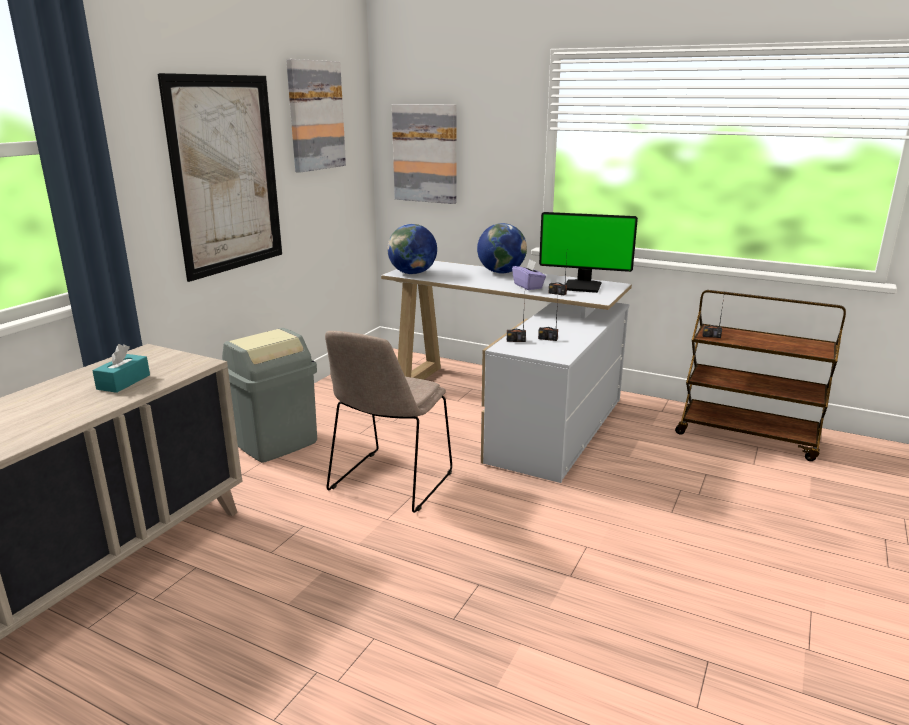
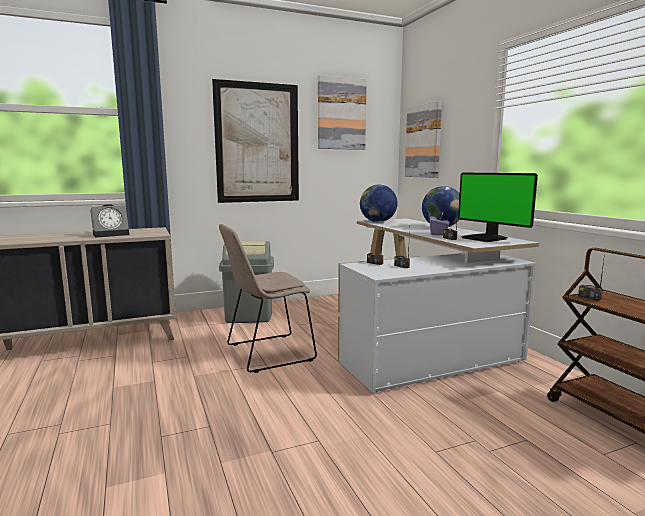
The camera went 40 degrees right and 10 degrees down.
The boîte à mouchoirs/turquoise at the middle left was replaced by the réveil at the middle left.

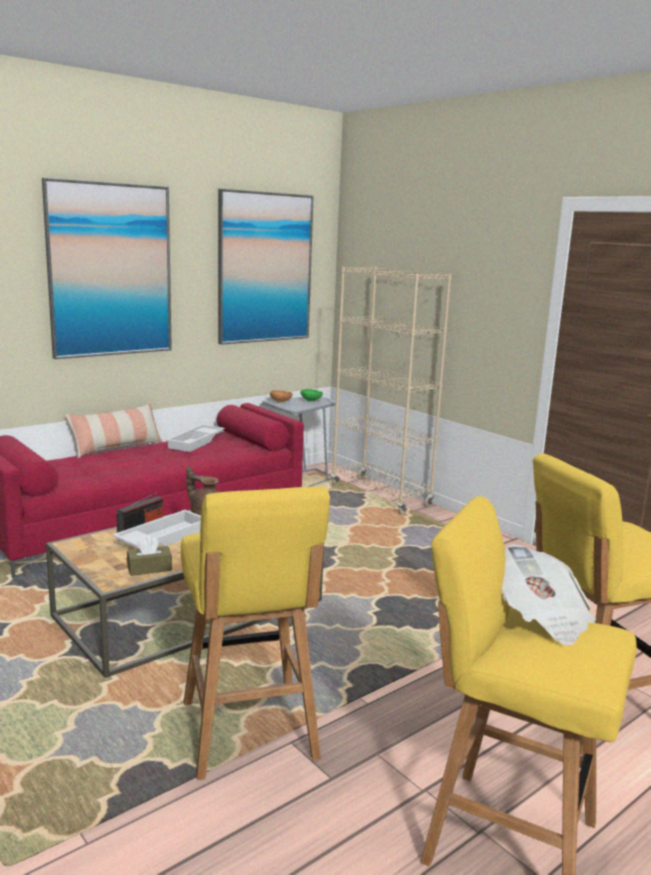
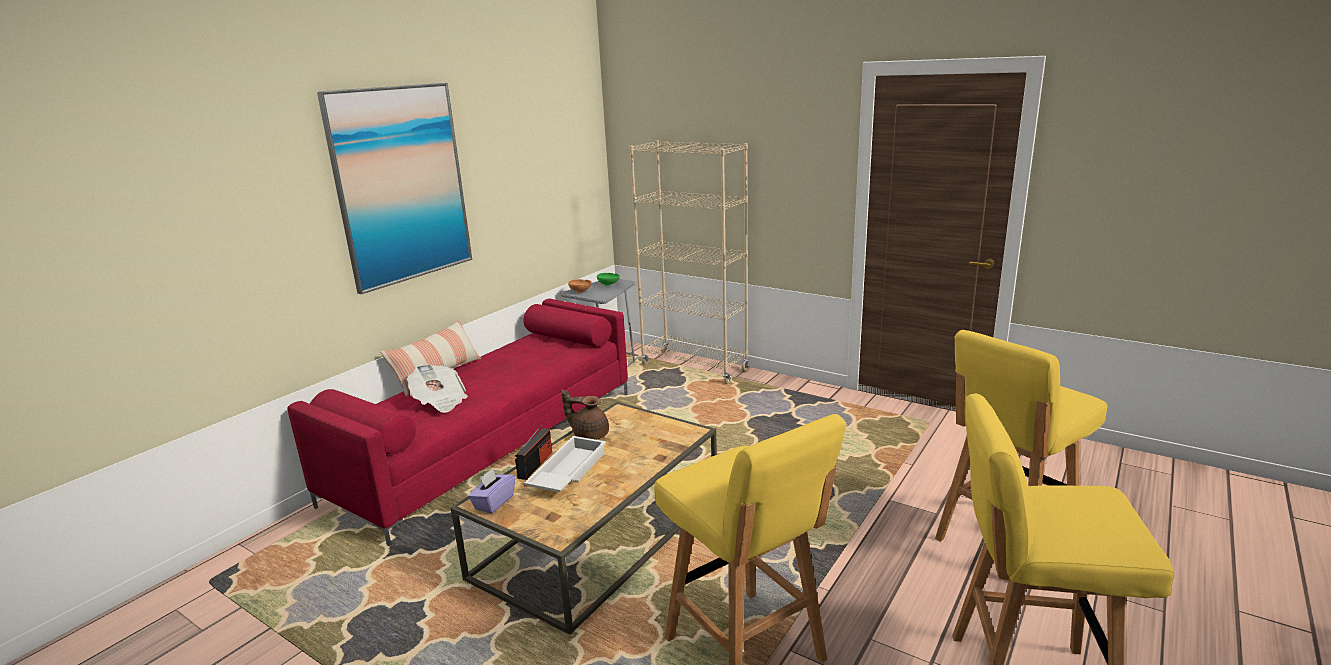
The camera went 15 degrees left and 5 degrees up.
The boîte à mouchoirs/marron at the middle left disappeared.
The plateau/blanc (no. 2 from left) at the middle left disappeared.
The tableau (no. 2 from left) at the top centre disappeared.
The boîte à mouchoirs/violet at the bottom centre appeared.
The journal moved from the bottom right to the middle left.

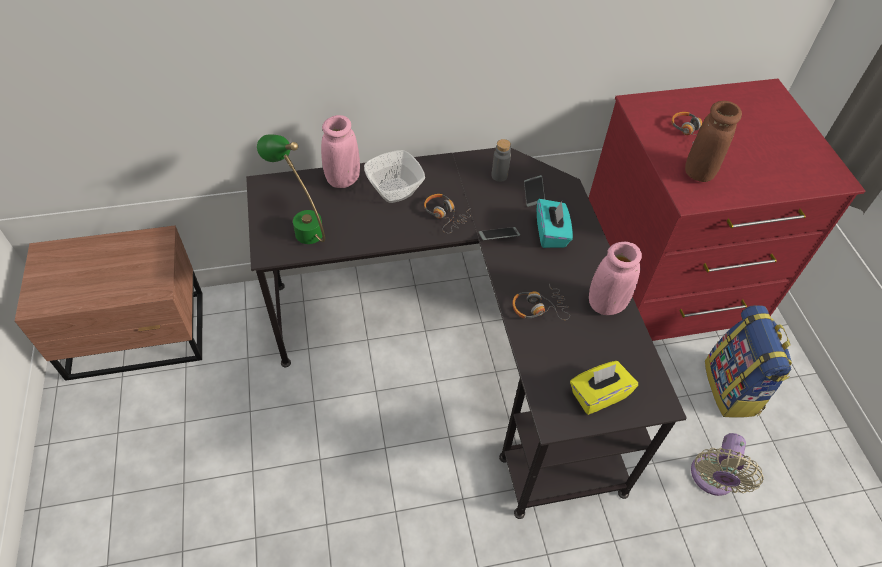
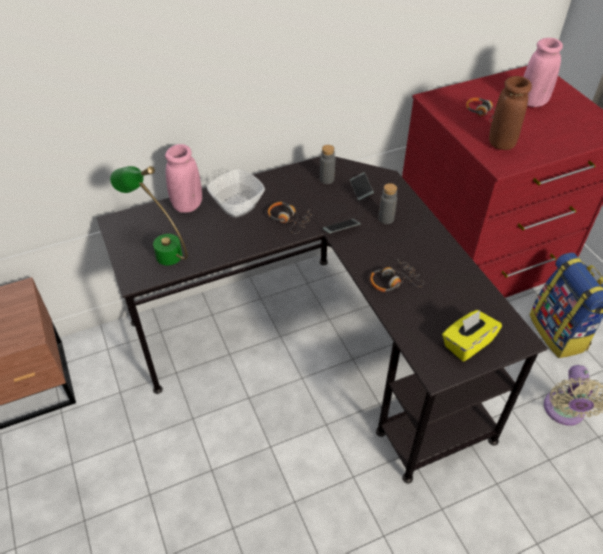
The camera went 10 degrees left and 5 degrees down.
The vase/rose (no. 2 from left) moved from the middle right to the top right.
The boîte à mouchoirs/turquoise at the centre was replaced by the bouteille/gris (no. 2 from left) at the centre.

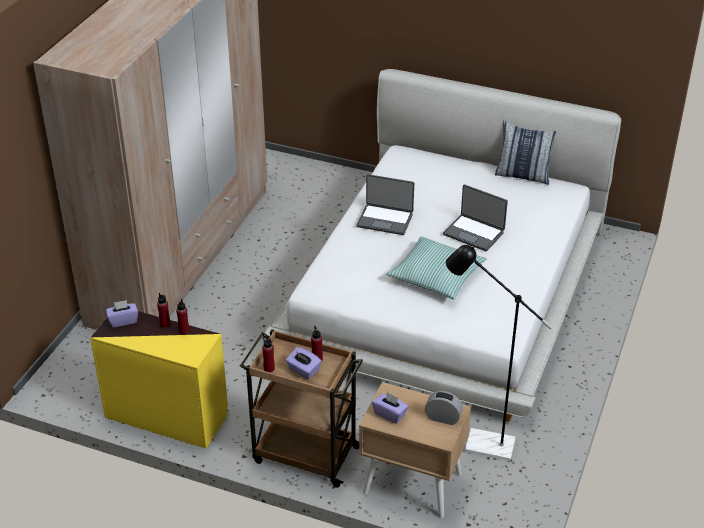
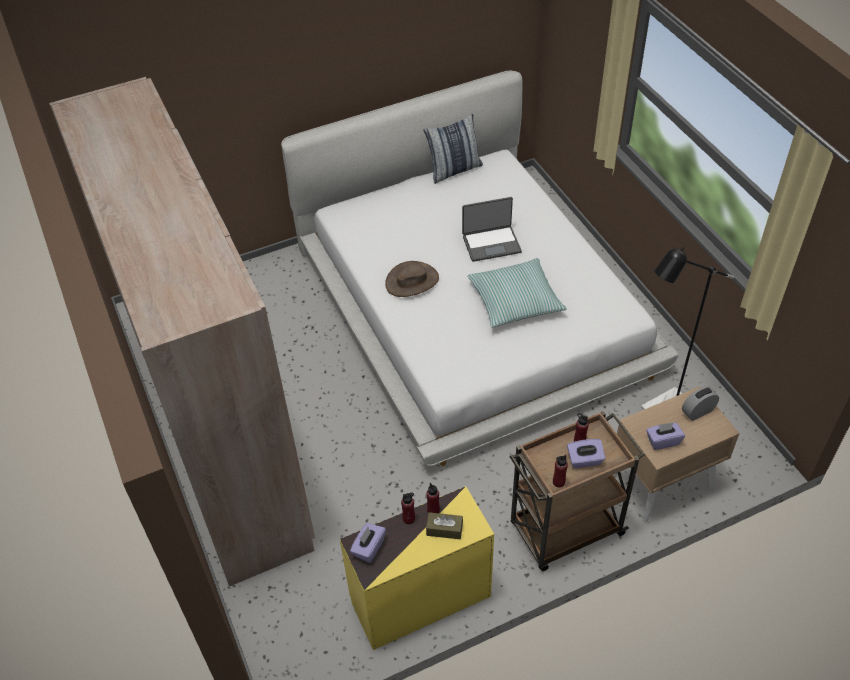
The camera went 45 degrees left and 10 degrees up.
The boîte à mouchoirs/marron at the bottom centre appeared.
The ordinateur portable (no. 1 from left) at the centre was replaced by the chapeau/marron at the centre.

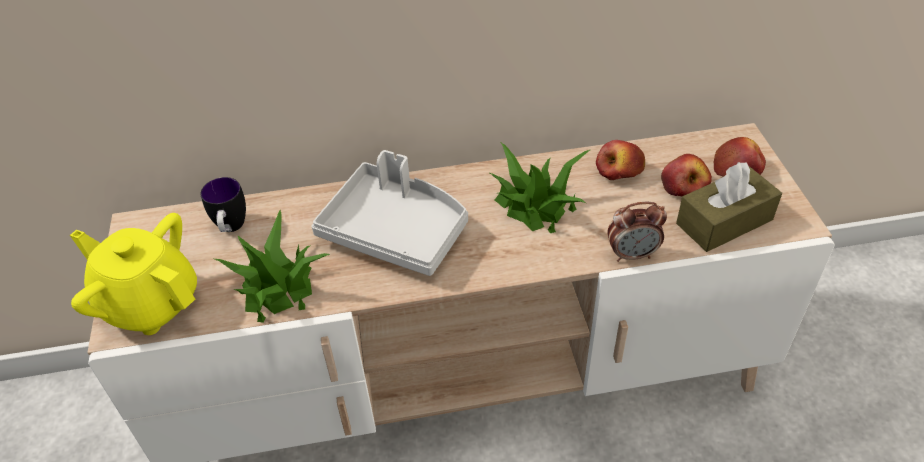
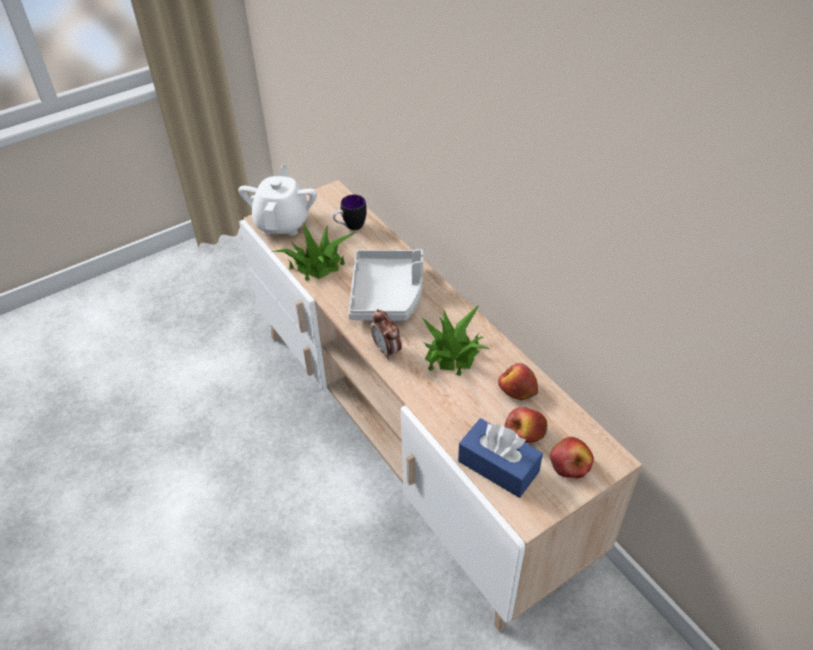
The camera went 65 degrees right and 0 degrees up.
The réveil moved from the middle right to the centre.
The théière/jaune at the middle left became the théière/blanc at the top centre.
The boîte à mouchoirs/marron at the middle right became the boîte à mouchoirs/bleu at the bottom centre.

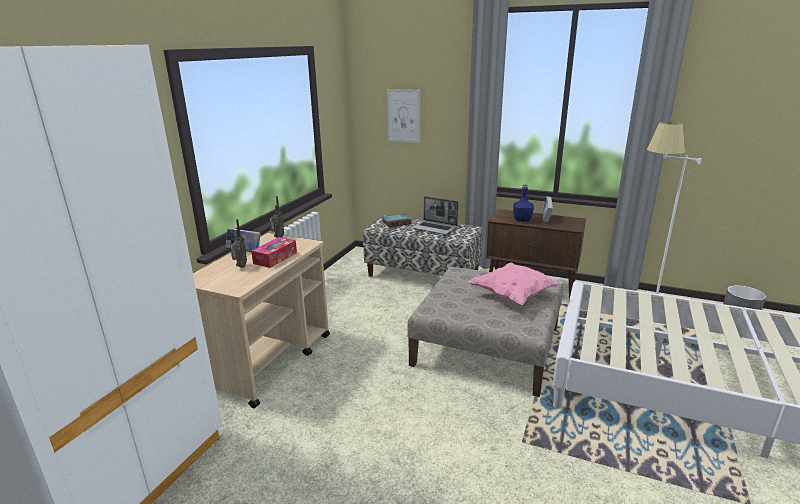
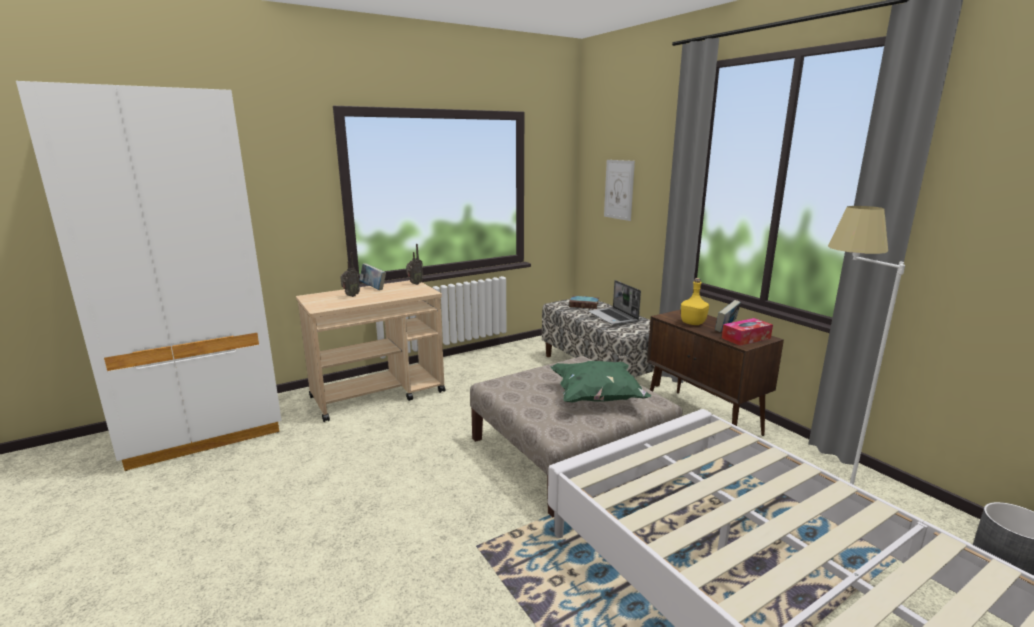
The camera went 35 degrees right and 5 degrees down.
The boîte à mouchoirs moved from the centre to the middle right.
The coussin/rose at the centre became the coussin/vert at the centre.
The bouteille/bleu at the centre became the bouteille/jaune at the middle right.

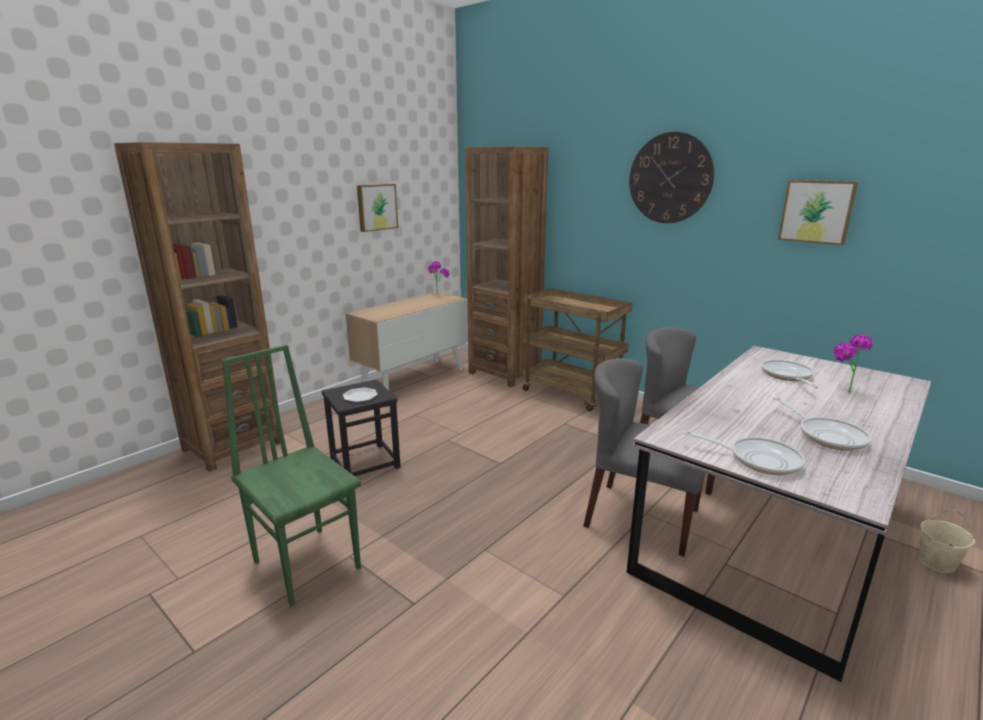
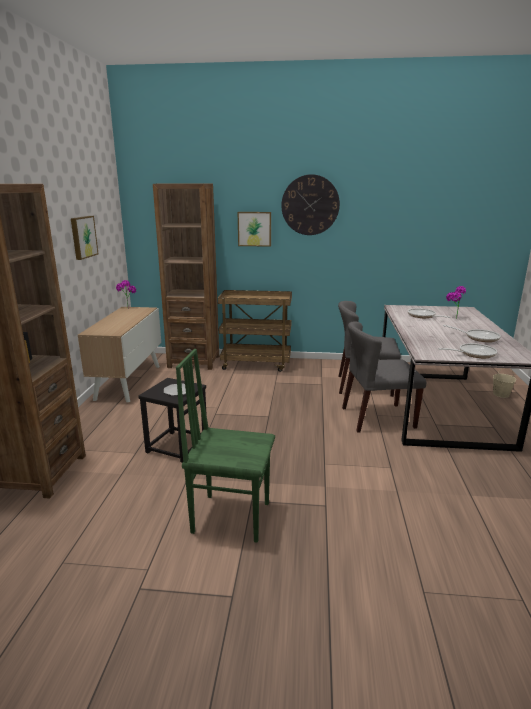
The camera went 35 degrees left and 0 degrees up.
The tableau (no. 2 from left) moved from the top right to the top centre.

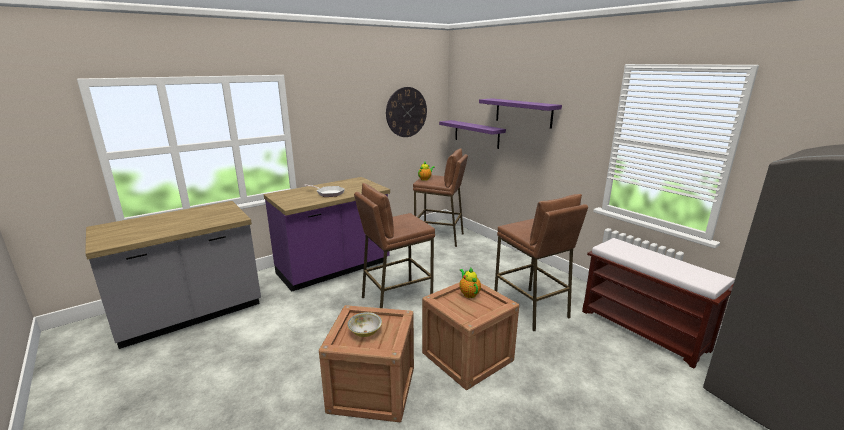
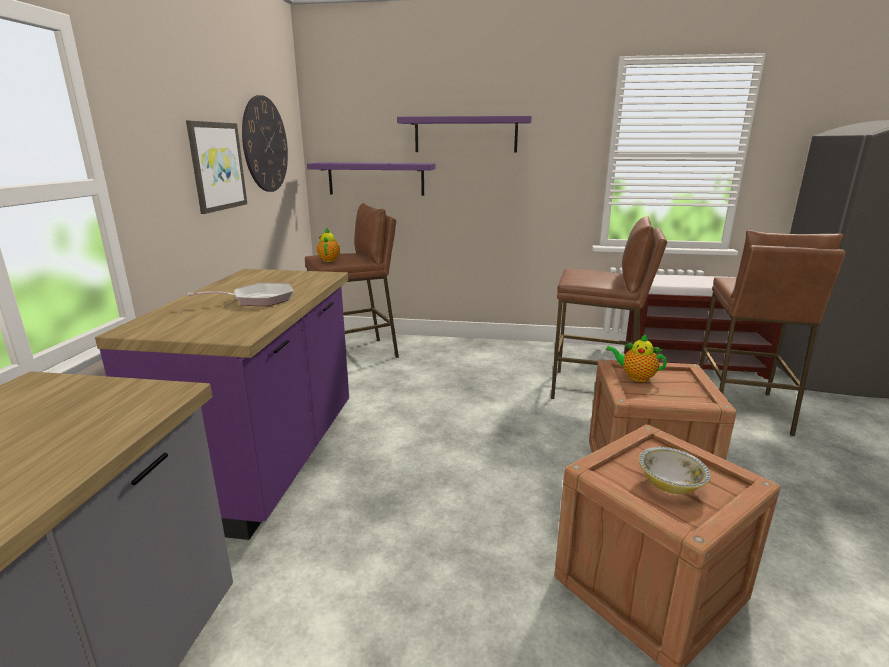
The camera went 45 degrees left and 0 degrees up.
The tableau at the top left appeared.
The tabouret/marron (no. 1 from left in the first image) moved from the centre to the middle right.

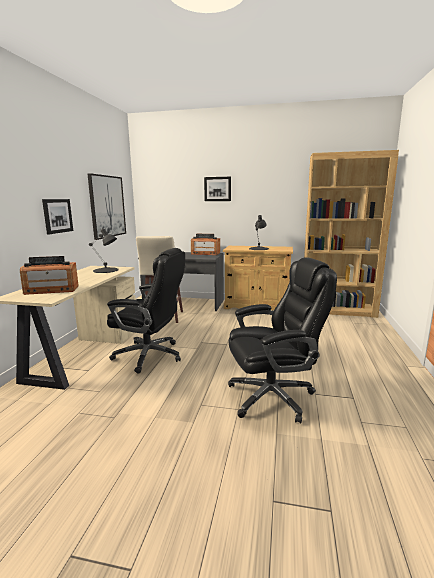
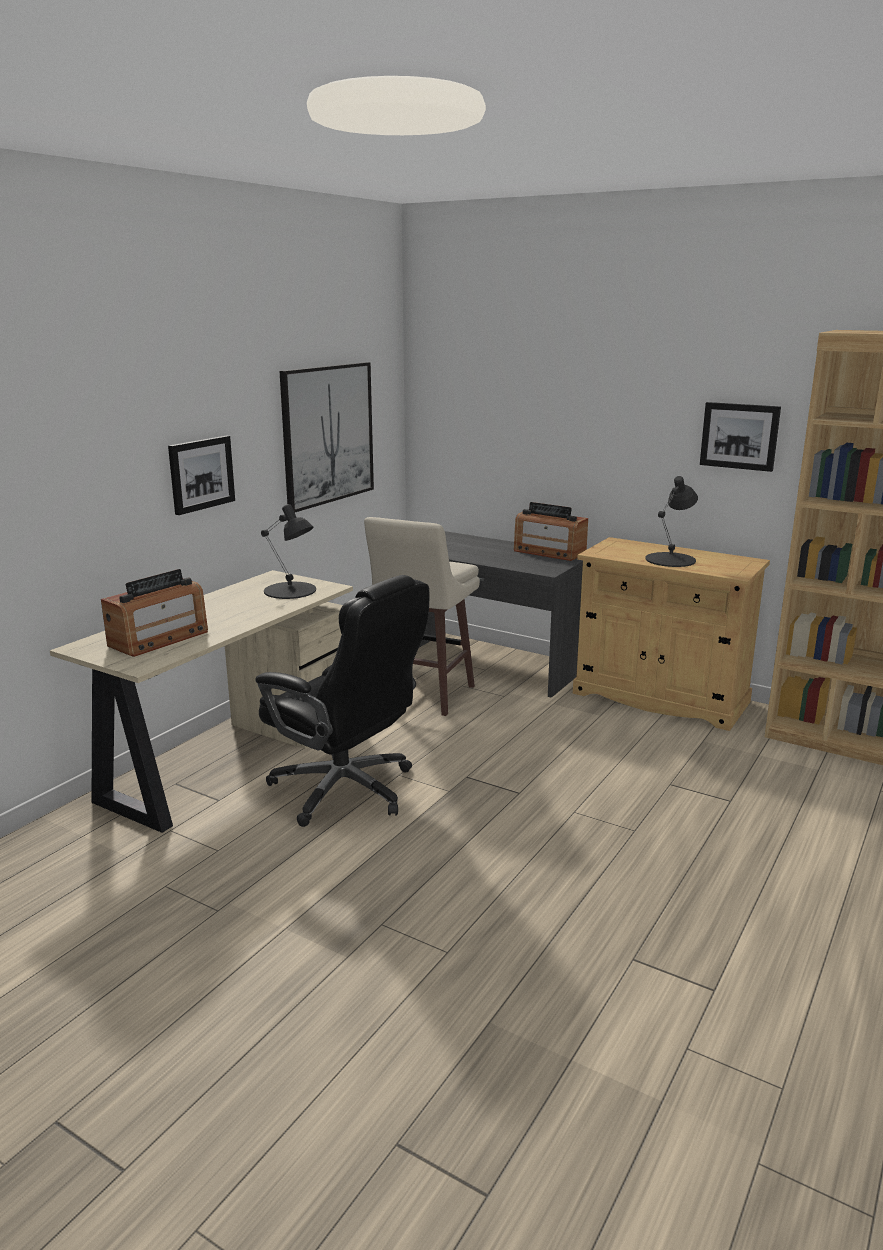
The camera went 20 degrees right and 5 degrees up.
The chaise de bureau/noir (no. 2 from left) at the centre disappeared.
The tableau (no. 3 from left) moved from the top centre to the middle right.
The radio (no. 1 from left) at the middle left turned 60 degrees counterclockwise.

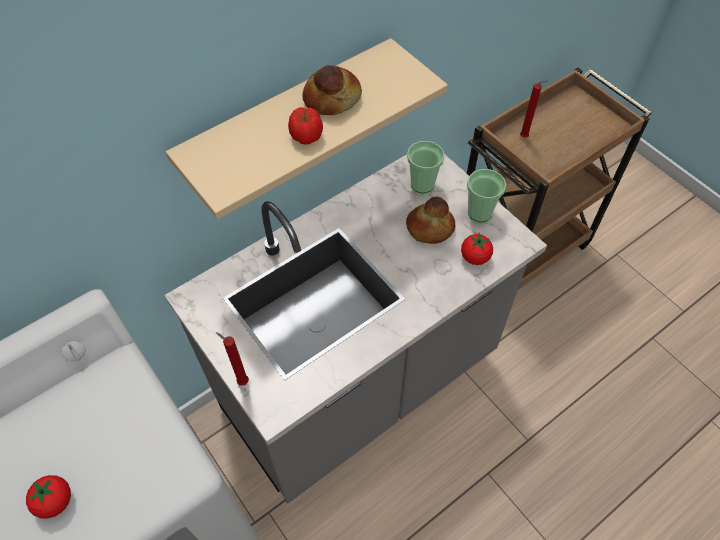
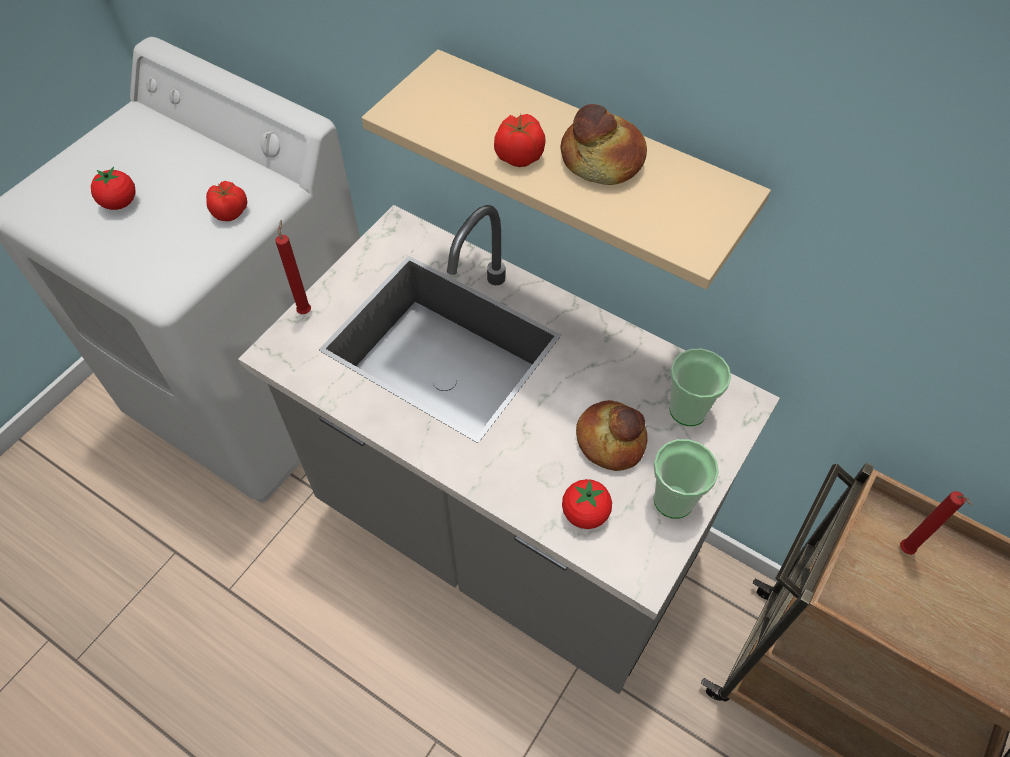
The camera went 70 degrees right and 0 degrees up.
The tomate (no. 2 from left) at the top left appeared.

